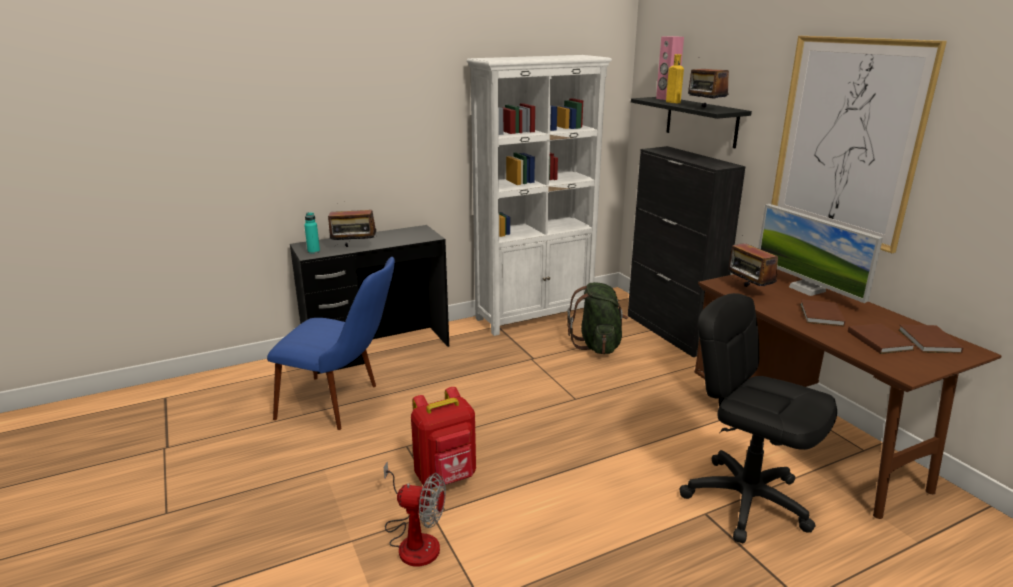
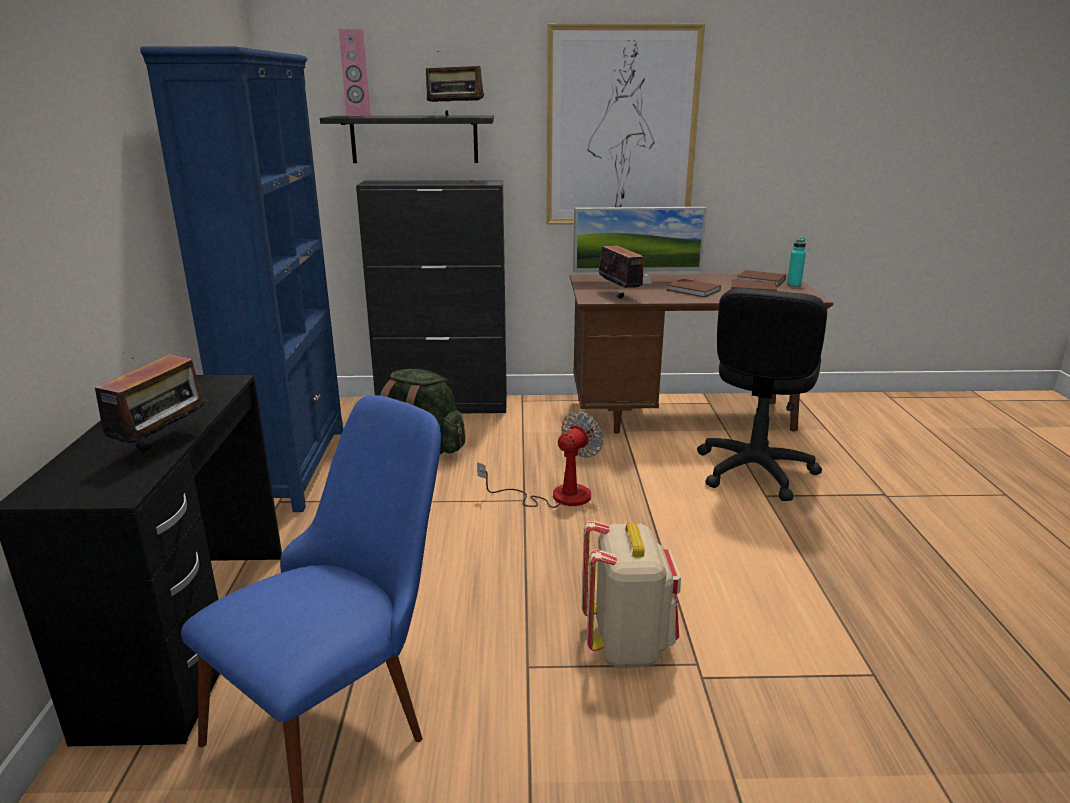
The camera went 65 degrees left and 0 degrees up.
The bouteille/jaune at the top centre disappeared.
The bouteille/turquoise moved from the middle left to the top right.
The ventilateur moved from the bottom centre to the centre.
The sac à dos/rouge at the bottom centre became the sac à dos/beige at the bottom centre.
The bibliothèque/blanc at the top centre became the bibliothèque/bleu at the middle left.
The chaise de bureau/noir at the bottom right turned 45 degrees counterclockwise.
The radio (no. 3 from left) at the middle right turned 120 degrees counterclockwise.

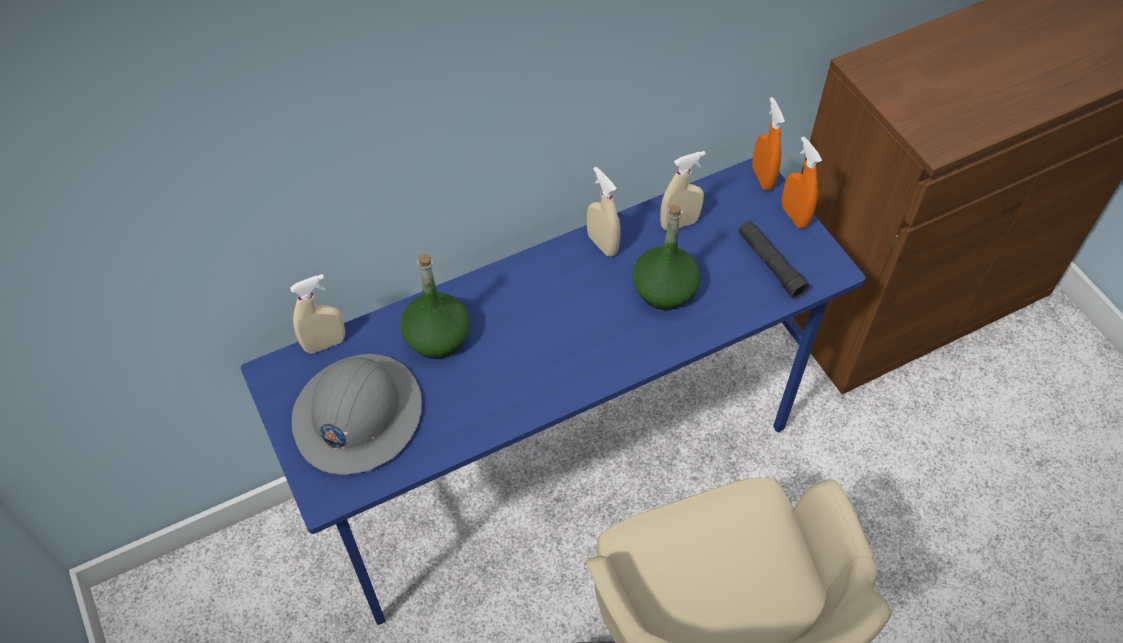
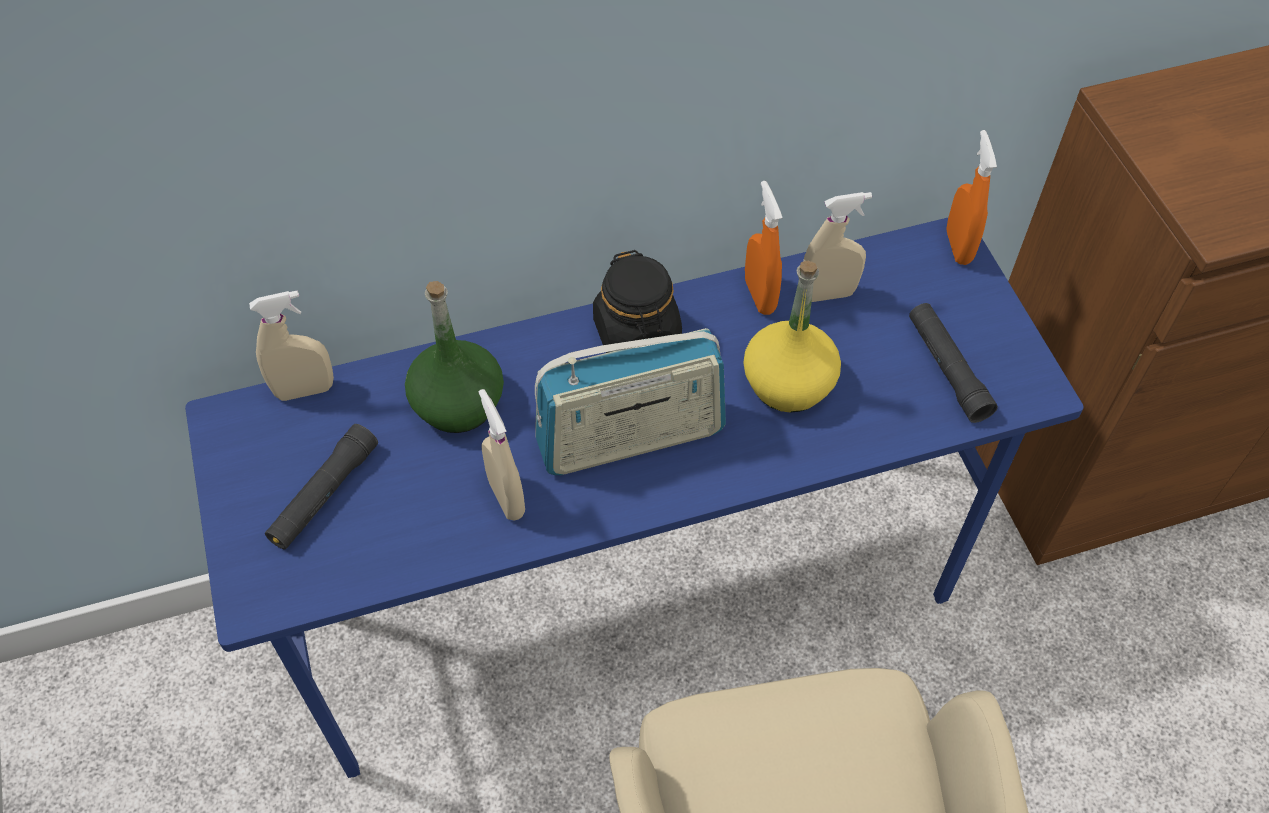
The camera went 10 degrees right and 0 degrees up.
The radio at the centre appeared.
The bocal/noir at the centre appeared.
The vaporisateur/beige (no. 2 from left) moved from the top centre to the centre.
The vaporisateur/orange (no. 2 from left in the first image) moved from the top right to the top centre.
The casque de chantier/gris at the middle left was replaced by the lampe de poche/noir (no. 1 from left) at the middle left.
The bouteille/vert (no. 2 from left) at the centre became the bouteille/jaune at the centre.

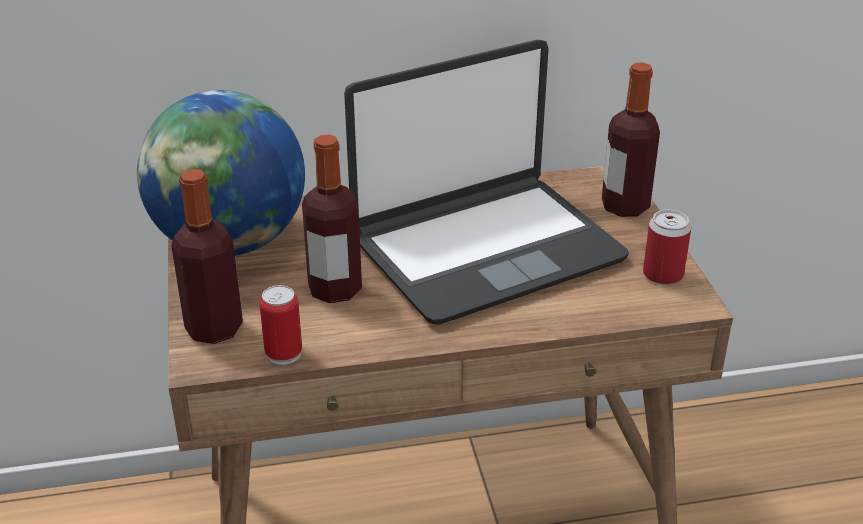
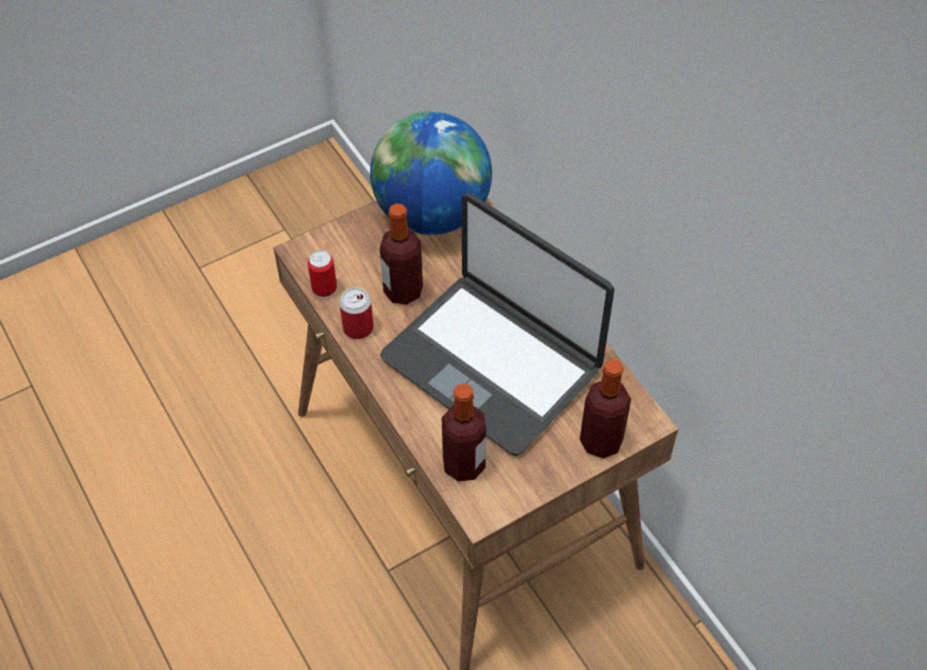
The camera went 70 degrees right and 20 degrees up.
The bouteille (no. 1 from left in the first image) moved from the middle left to the centre.
The boîte métallique (no. 2 from left) moved from the middle right to the centre.

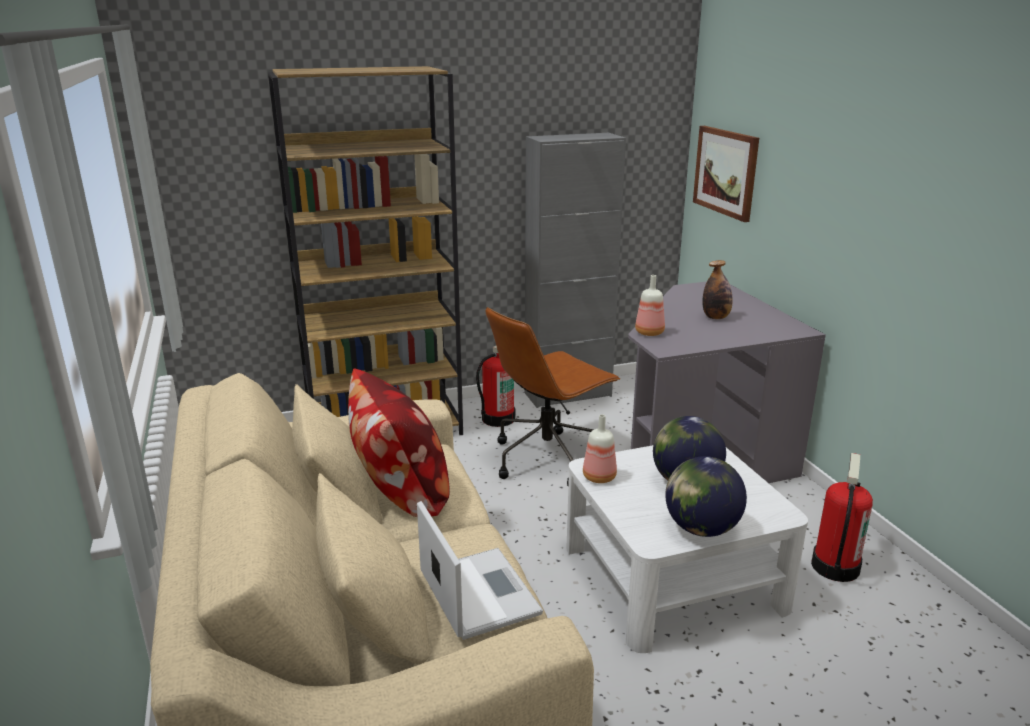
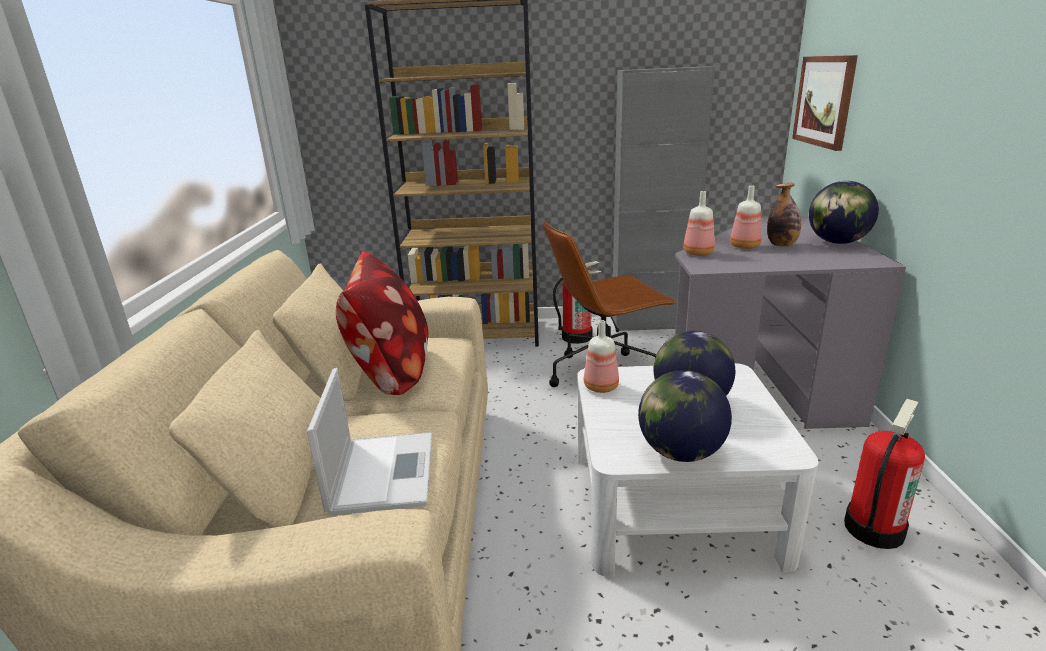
The camera went 20 degrees right and 0 degrees up.
The bouteille (no. 3 from left) at the middle right appeared.
The globe (no. 3 from left) at the top right appeared.

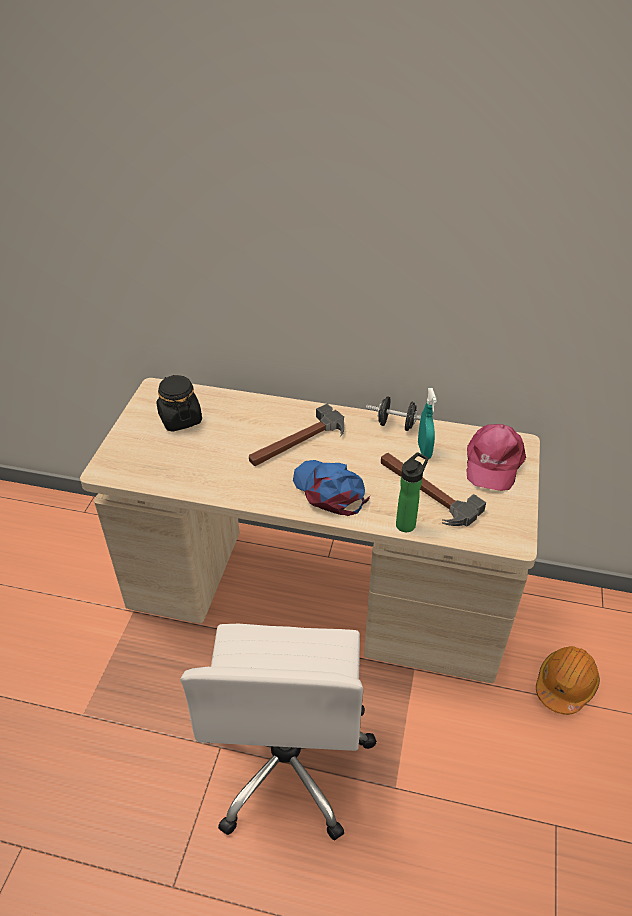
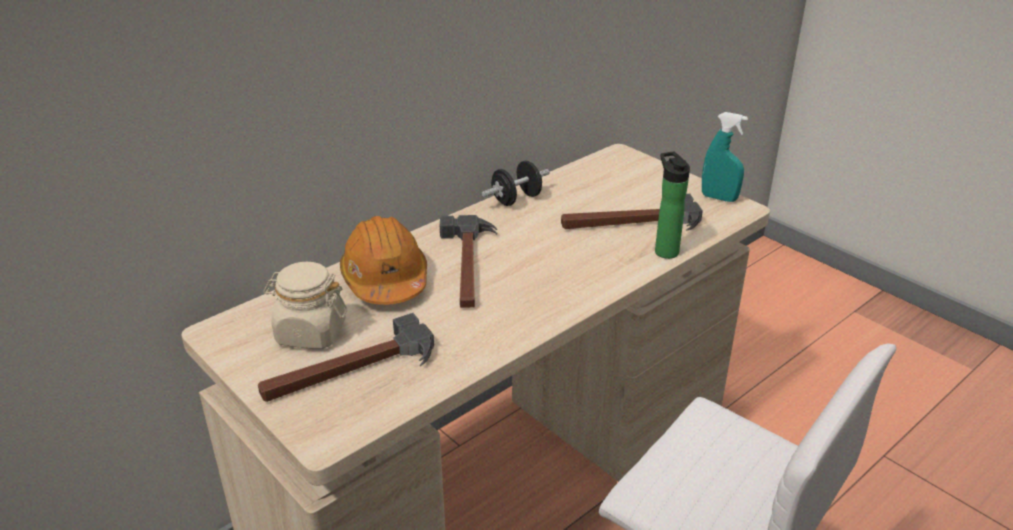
The camera went 55 degrees left and 10 degrees down.
The casquette/bleu at the centre disappeared.
The casquette/rose at the middle right disappeared.
The marteau (no. 1 from left) at the bottom centre appeared.
The vaporisateur/turquoise moved from the middle right to the top right.
The casque de chantier/orange moved from the bottom right to the centre.
The bocal/noir at the middle left became the bocal/beige at the middle left.

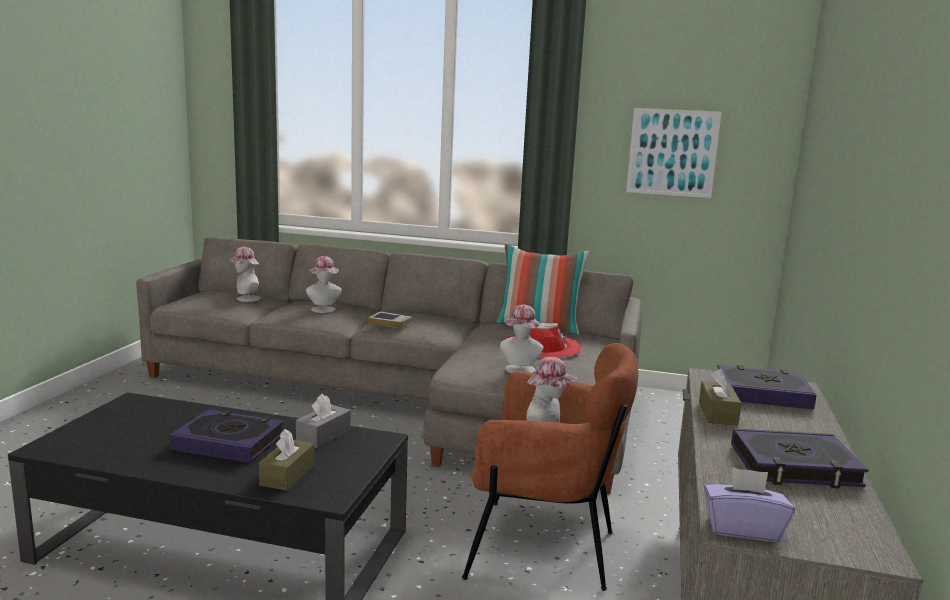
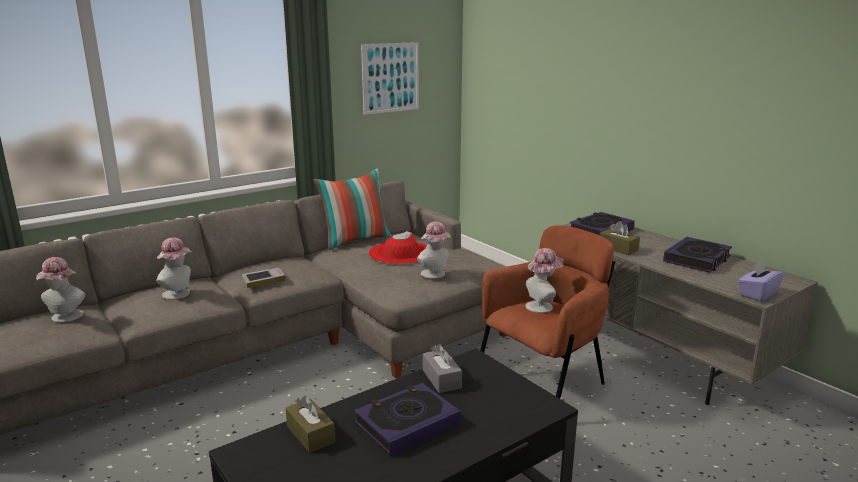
The camera went 50 degrees left and 5 degrees up.
The boîte à mouchoirs/marron (no. 1 from left) moved from the bottom left to the bottom centre.

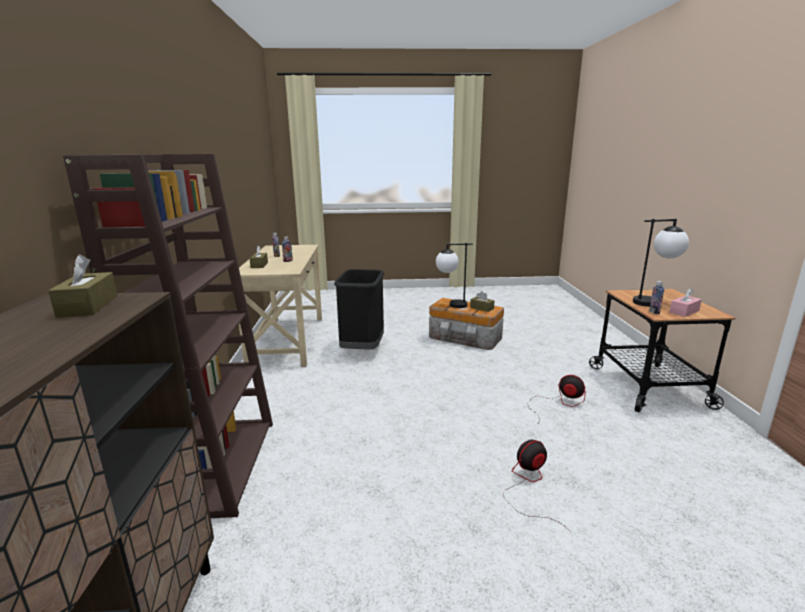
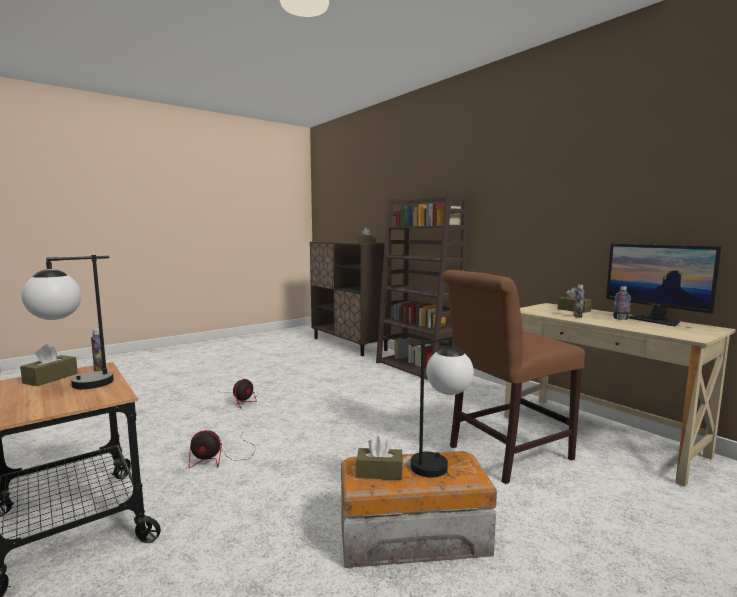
The camera went 145 degrees right and 10 degrees down.
The écran d'ordinateur at the middle right appeared.
The poubelle/noir at the centre was replaced by the chaise/marron at the middle right.
The boîte à mouchoirs/rose at the middle right became the boîte à mouchoirs/marron (no. 1 from left) at the middle left.

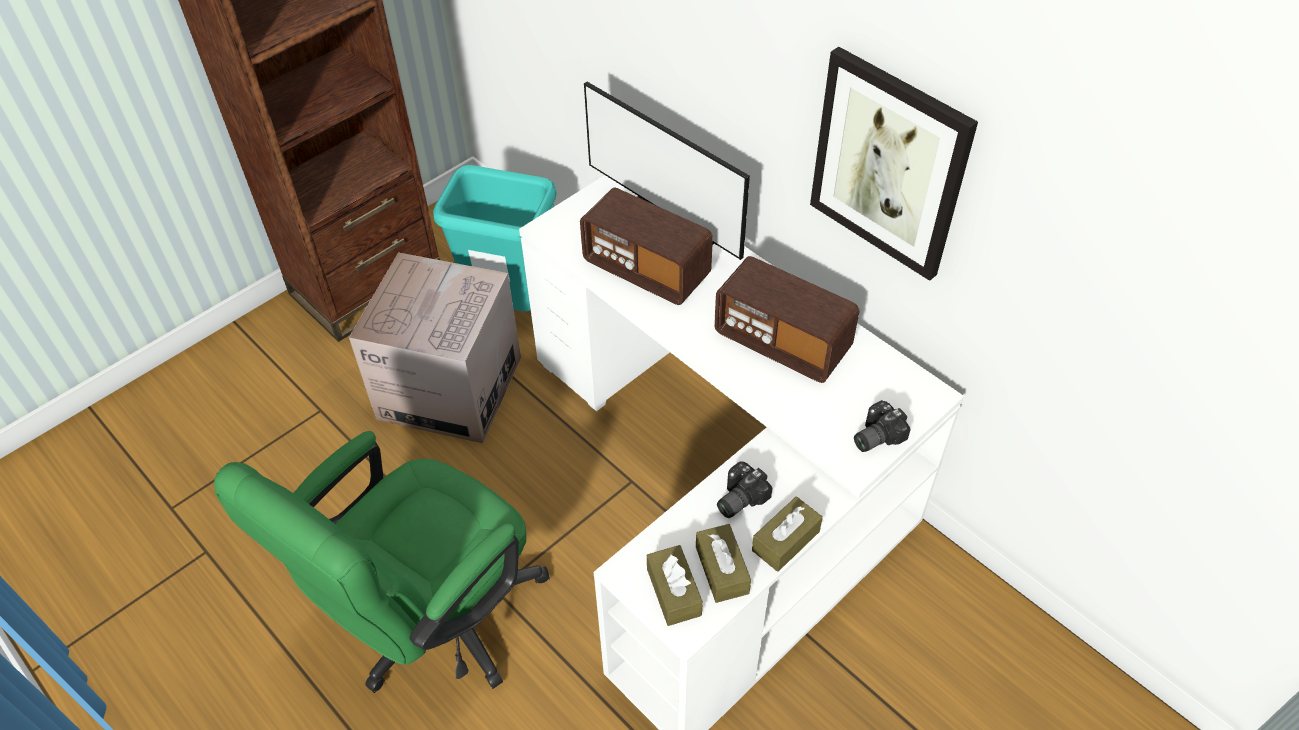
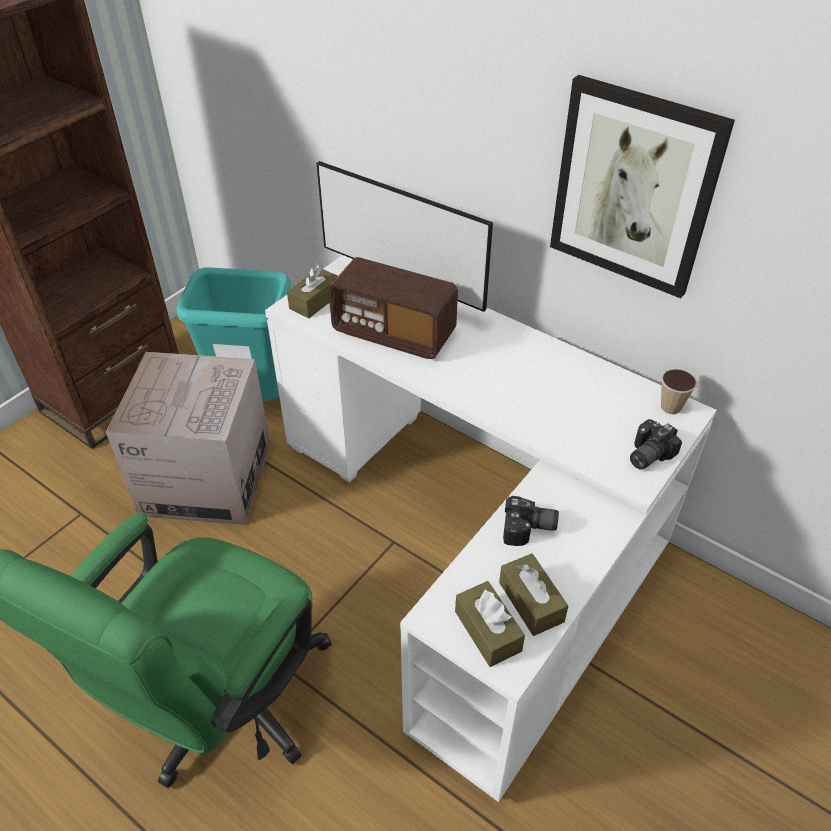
The camera went 10 degrees left and 5 degrees down.
The radio (no. 2 from left) at the centre disappeared.
The tasse at the middle right appeared.
The boîte à mouchoirs/marron (no. 3 from left in the first image) moved from the bottom centre to the centre.
The appareil photo (no. 1 from left) at the bottom centre turned 120 degrees counterclockwise.

